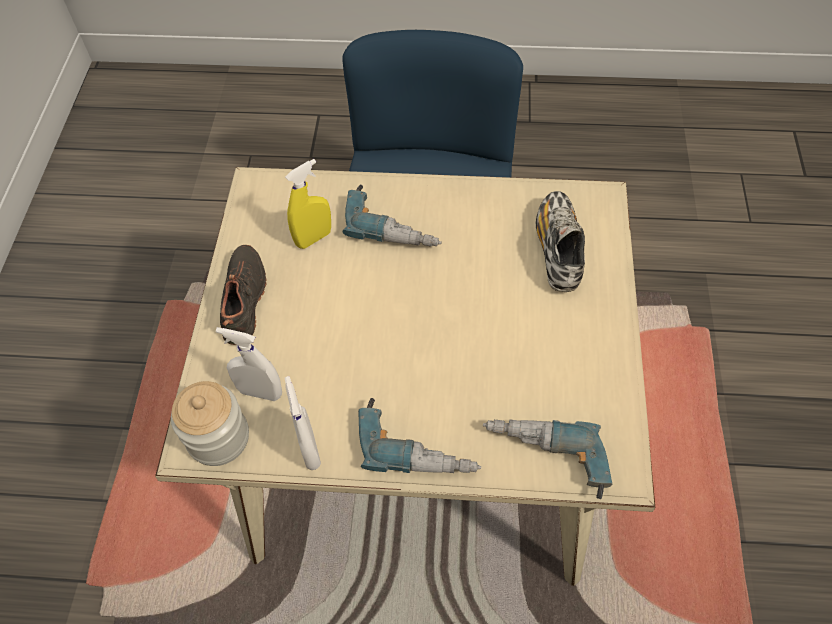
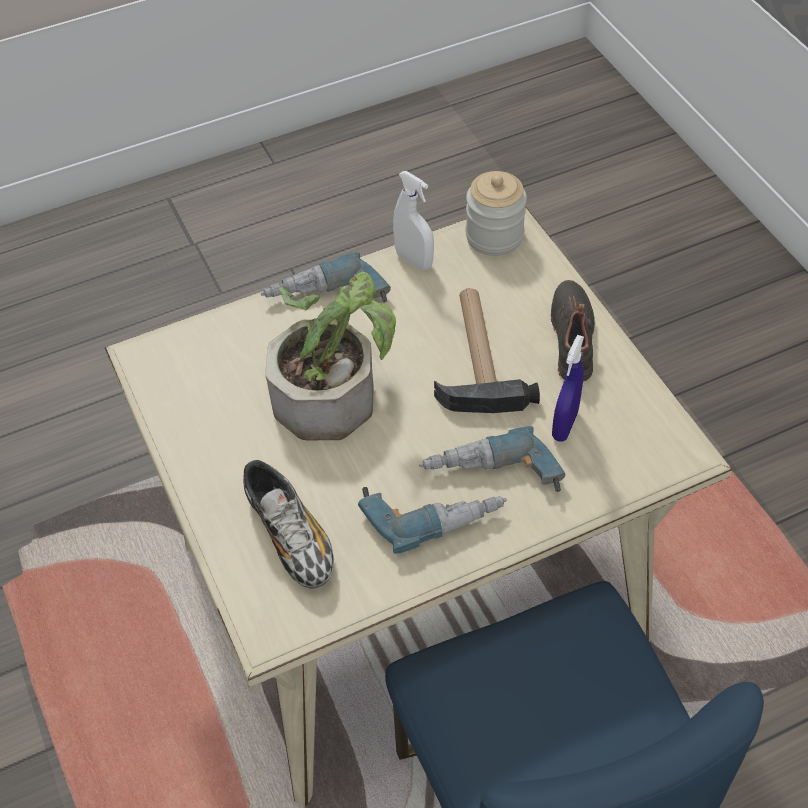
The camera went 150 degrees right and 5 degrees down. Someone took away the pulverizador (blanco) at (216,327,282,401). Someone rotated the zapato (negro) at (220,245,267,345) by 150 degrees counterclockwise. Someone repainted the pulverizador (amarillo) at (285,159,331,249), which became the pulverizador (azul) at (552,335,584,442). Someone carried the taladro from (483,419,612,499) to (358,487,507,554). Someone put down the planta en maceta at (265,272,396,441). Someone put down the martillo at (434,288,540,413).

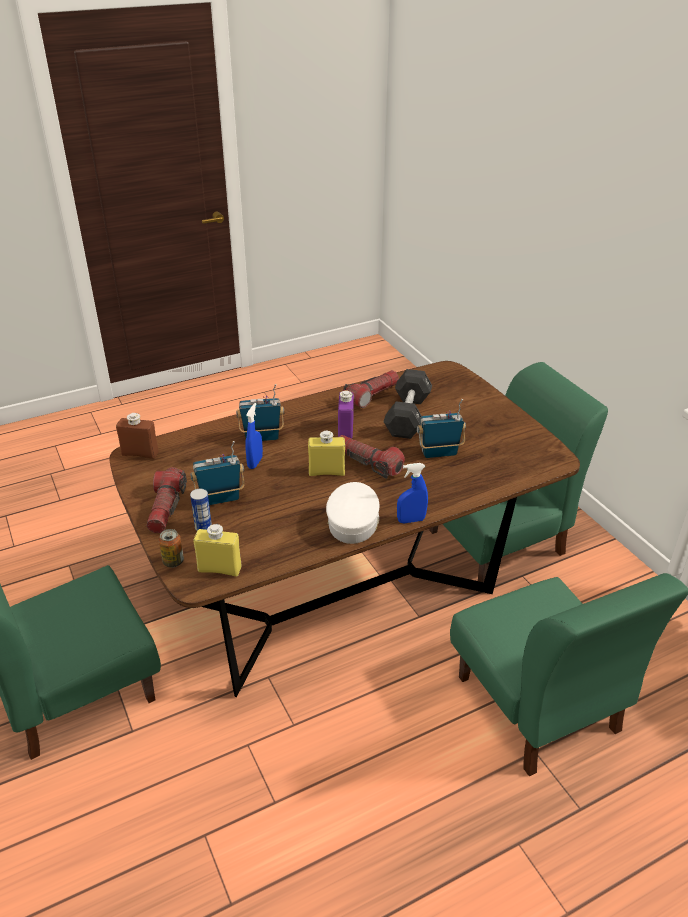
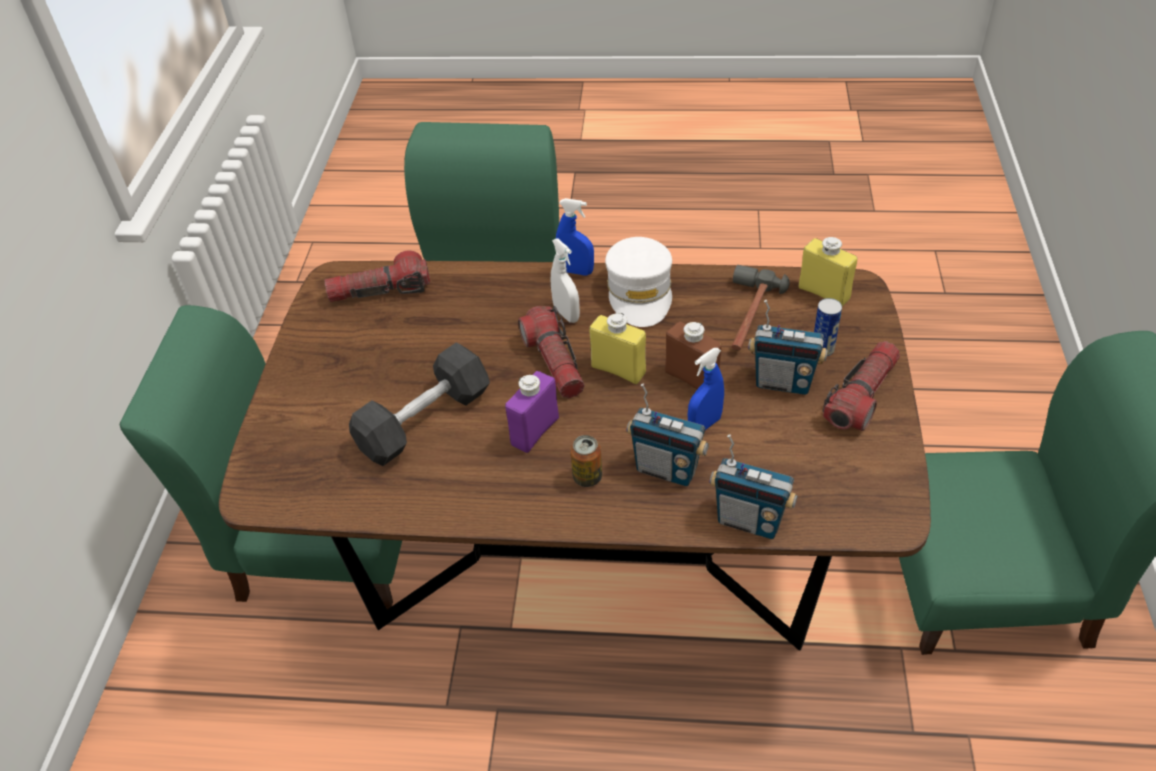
The camera went 145 degrees left and 10 degrees up. Someone carried the botella (marrón) from (116,413,159,459) to (665,321,721,389). Someone carried the lata from (159,529,184,568) to (570,435,602,487). Someone rotated the gorra (blanco) at (326,482,379,544) by 45 degrees counterclockwise. Someone carried the linterna from (343,370,399,408) to (324,250,430,302). Someone carried the radio from (417,399,466,458) to (709,434,797,539). Someone put down the pulverizador (blanco) at (551,238,580,323). Someone put down the martillo at (731,265,790,350).

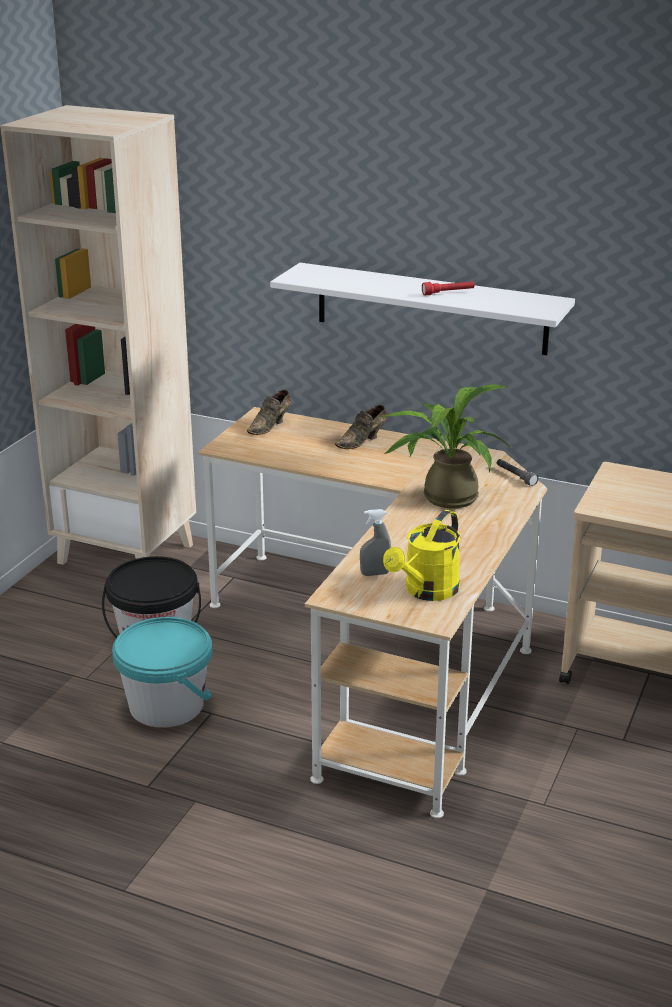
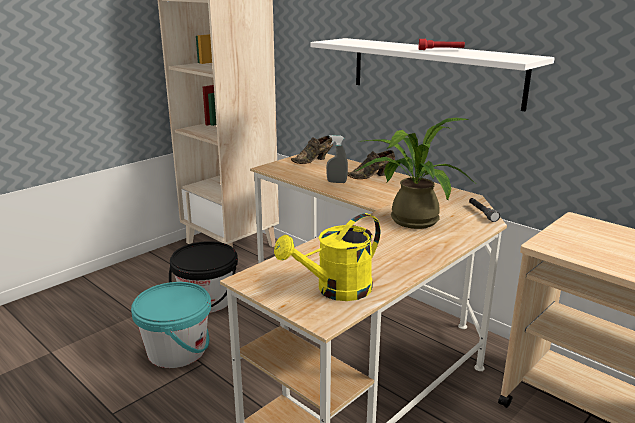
The camera went 20 degrees right and 5 degrees down. Someone carried the pulverizador (gris) from (360,509,391,576) to (326,135,348,183).

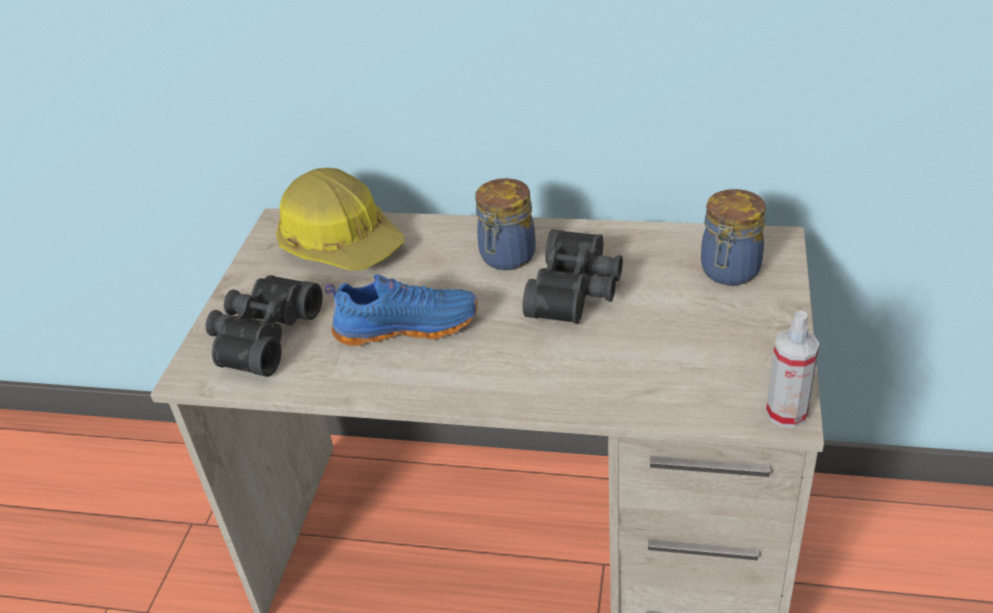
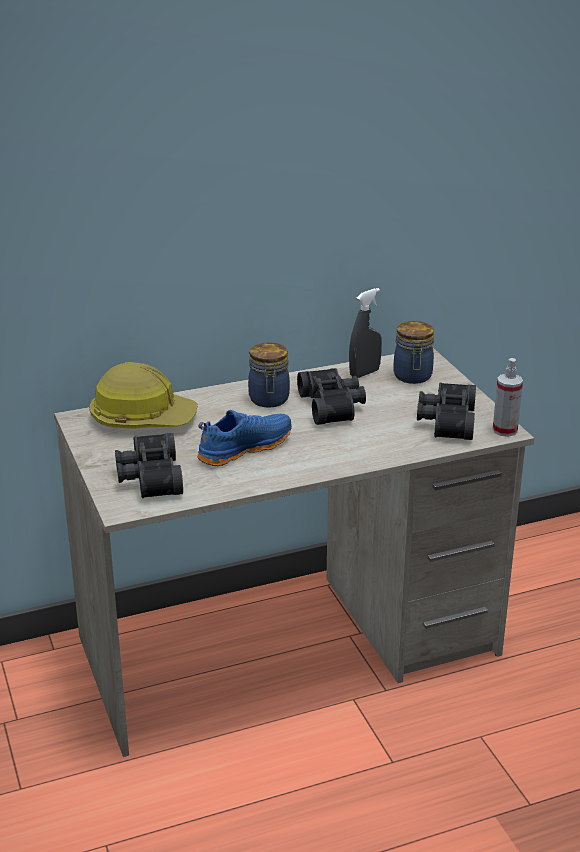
The camera went 35 degrees left and 10 degrees down. Someone put down the pulverizador (gris) at (349,288,382,378). Someone put down the prismáticos (negro) at (417,383,476,440).

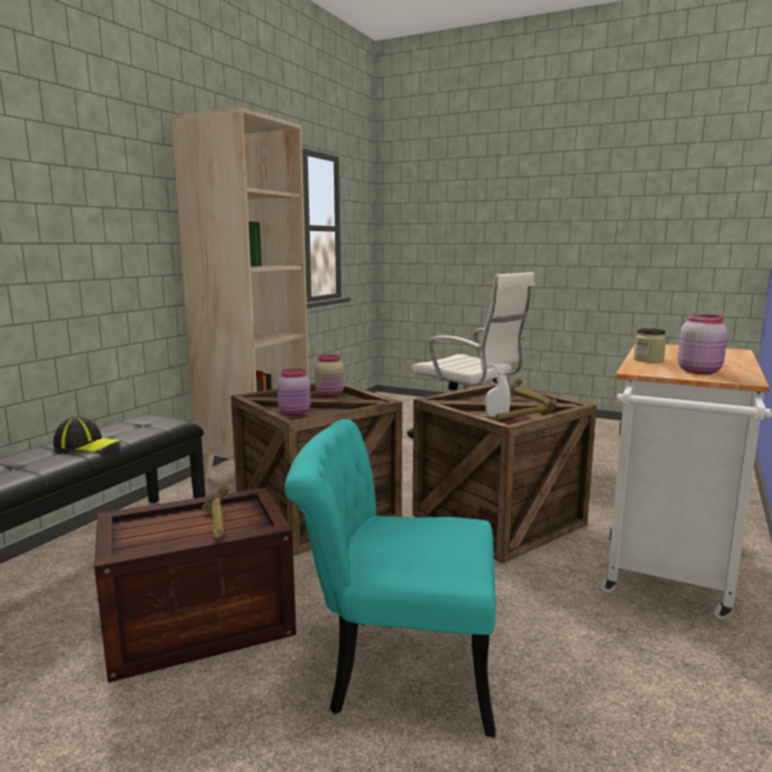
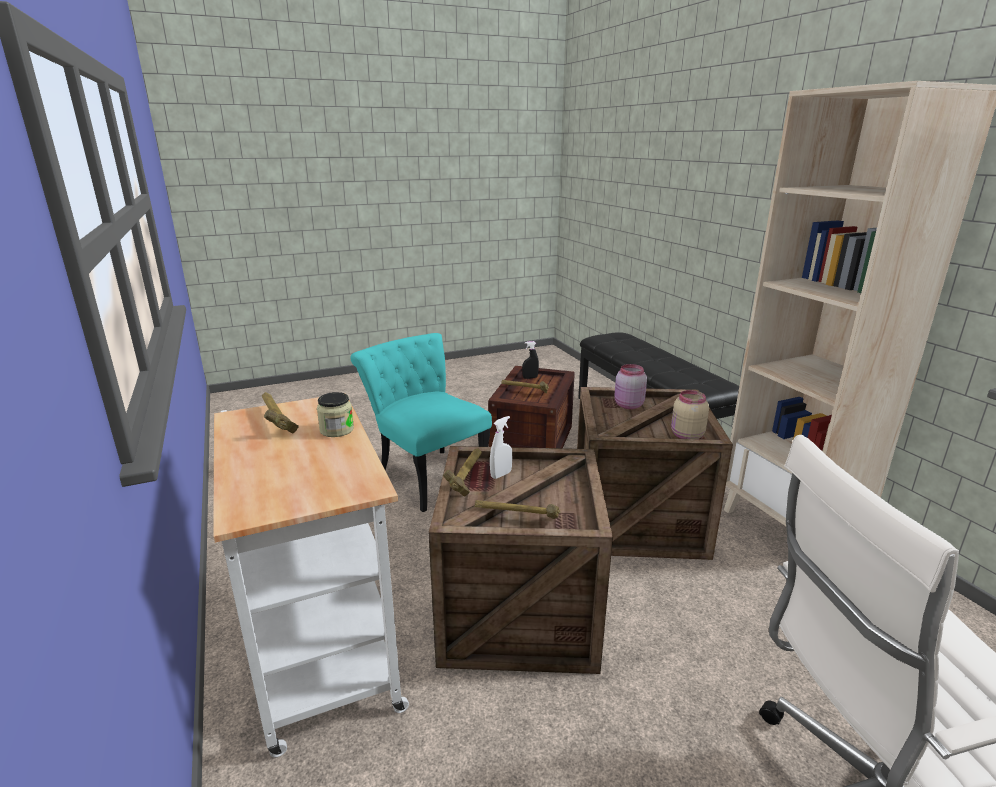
The camera went 130 degrees right and 10 degrees up. Someone took away the gorra at (53,416,121,452). Someone rotated the silla (turquesa) at (285,419,496,737) by 90 degrees counterclockwise. Someone swapped the tarro (rosa) at (678,314,728,374) for the martillo at (262,392,299,433). Someone put down the pulverizador (negro) at (522,341,539,379).

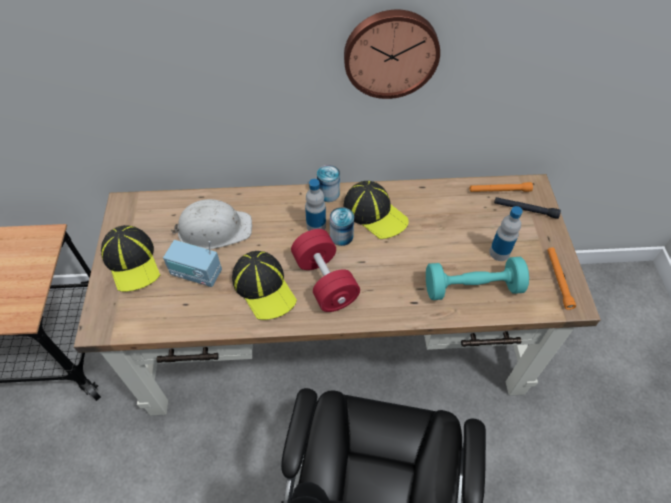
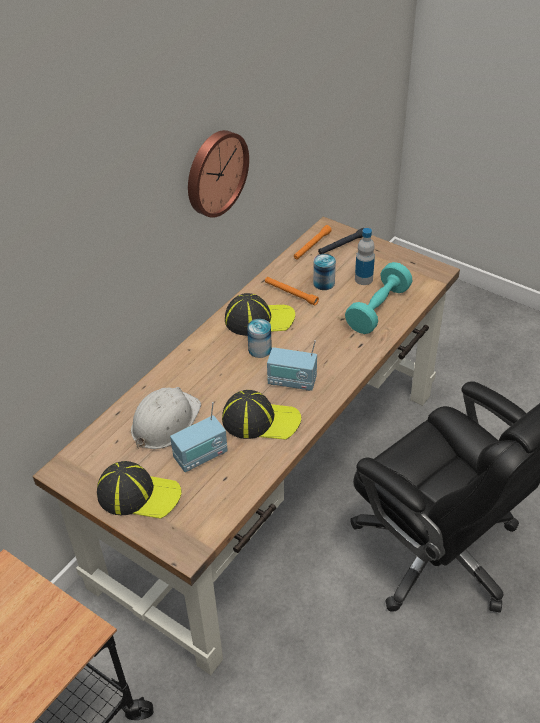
The camera went 50 degrees left and 10 degrees down. Someone swapped the mancuerna (rojo) at (291,229,360,312) for the radio at (267,340,317,391). Someone took away the botella at (305,179,326,231). Someone carried the lata from (317,165,340,202) to (313,254,336,290). Someone carried the linterna (naranja) from (547,247,576,310) to (265,277,319,306).

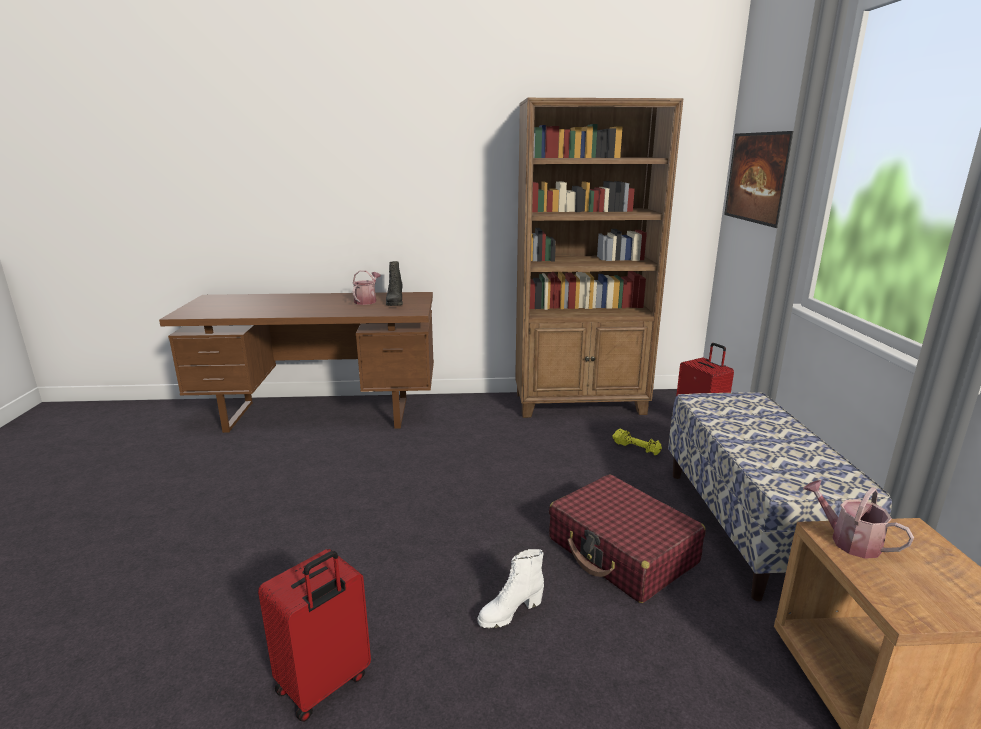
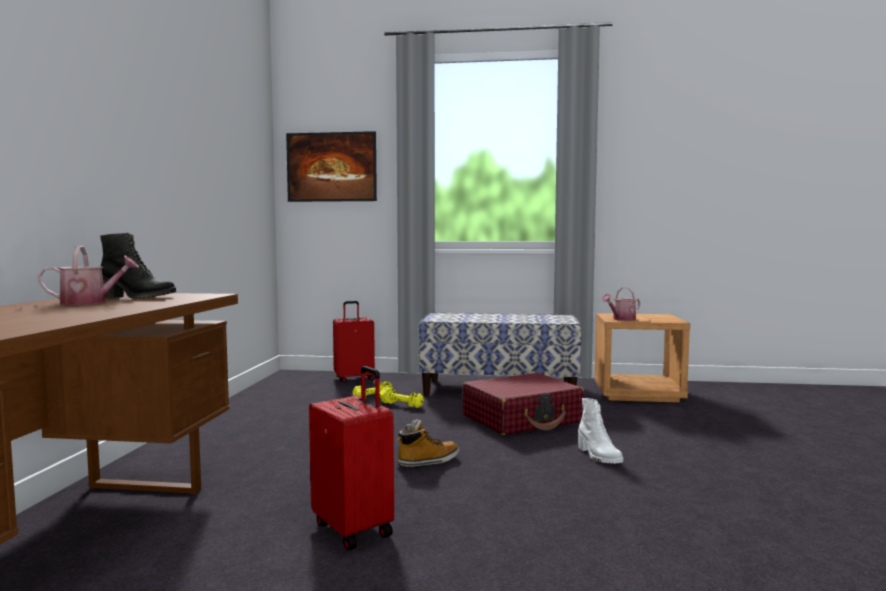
The camera went 80 degrees left and 15 degrees down. Someone carried the maleta (rojo) from (258,549,371,722) to (309,366,394,550). Someone rotated the regadera at (352,270,381,305) by 135 degrees clockwise. Someone took away the estantería (marrón) at (515,98,684,418). Someone put down the mancuerna (amarillo) at (380,387,424,408). Someone put down the bota at (397,420,459,468).

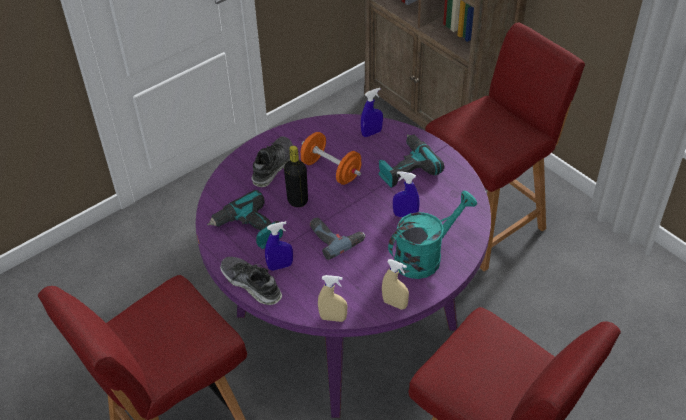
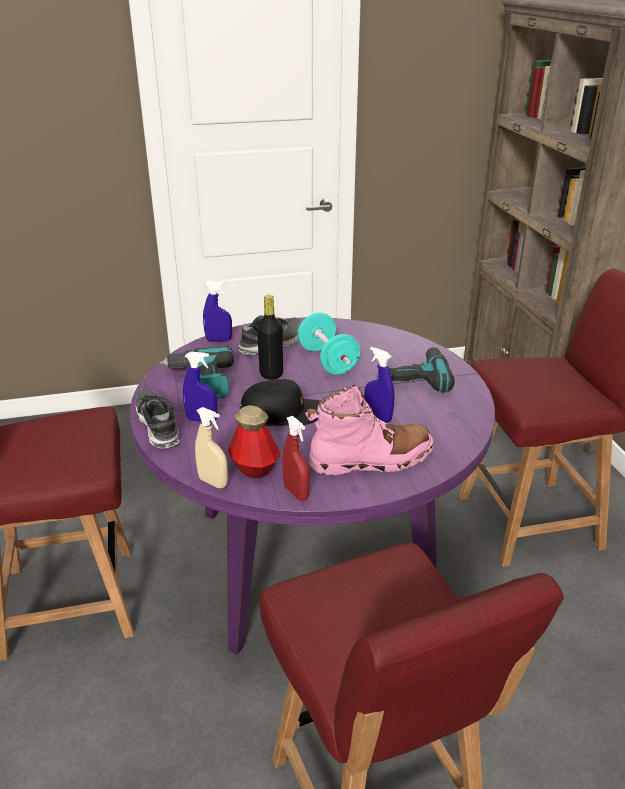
The camera went 25 degrees right and 15 degrees down. Someone repainted the mancuerna (naranja) at (301,132,362,185), which became the mancuerna (turquesa) at (298,312,360,375). Someone swapped the taladro at (310,218,365,260) for the gorra (negro) at (240,379,320,426). Someone carried the pulverizador (azul) from (361,88,383,137) to (203,280,232,341). Someone repainted the pulverizador (beis) at (382,259,409,310), which became the pulverizador (rojo) at (283,416,310,501). Someone swapped the regadera (turquesa) at (388,191,477,279) for the bota (rosa) at (305,384,434,476). Someone put down the botella at (228,406,281,478).

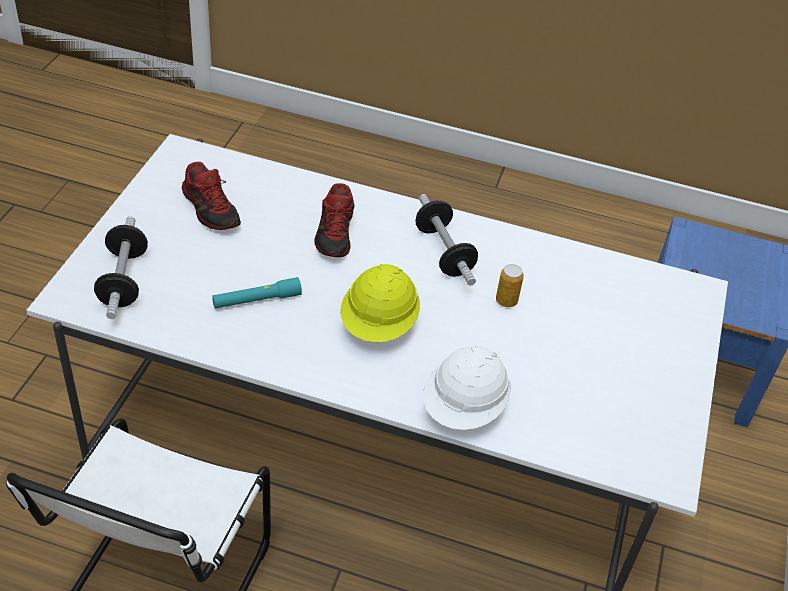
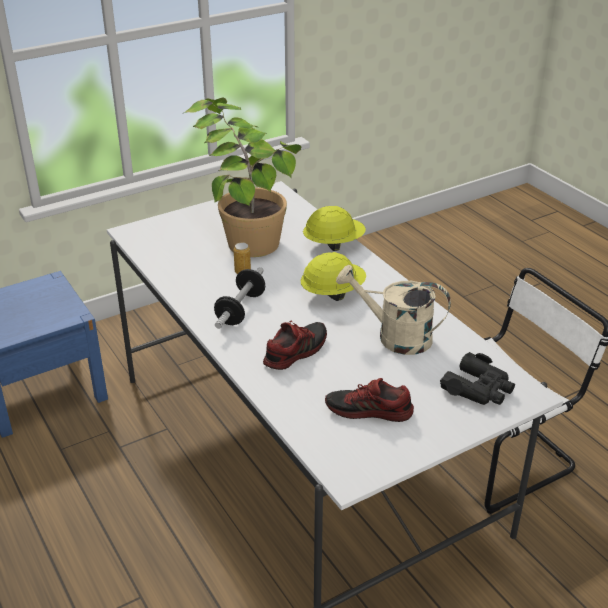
The camera went 135 degrees left and 10 degrees down. Someone swapped the mancuerna at (94,216,148,319) for the prismáticos (negro) at (440,352,515,405). Someone rotated the zapato at (182,162,241,230) by 90 degrees counterclockwise. Someone swapped the linterna (turquesa) at (212,277,302,309) for the regadera (beis) at (336,265,451,355). Someone repainted the casco (blanco) at (423,345,511,430), which became the casco (amarillo) at (303,206,366,251). Someone put down the planta en maceta at (184,98,301,257).

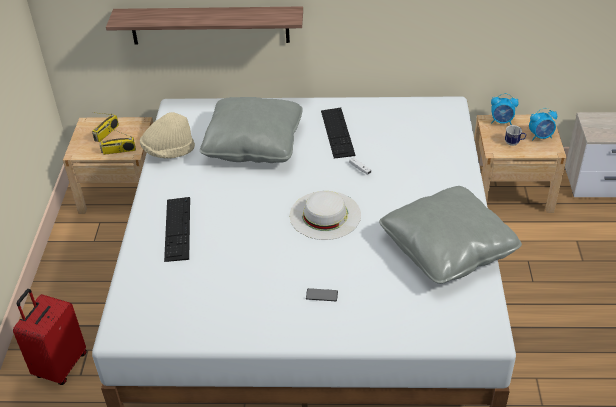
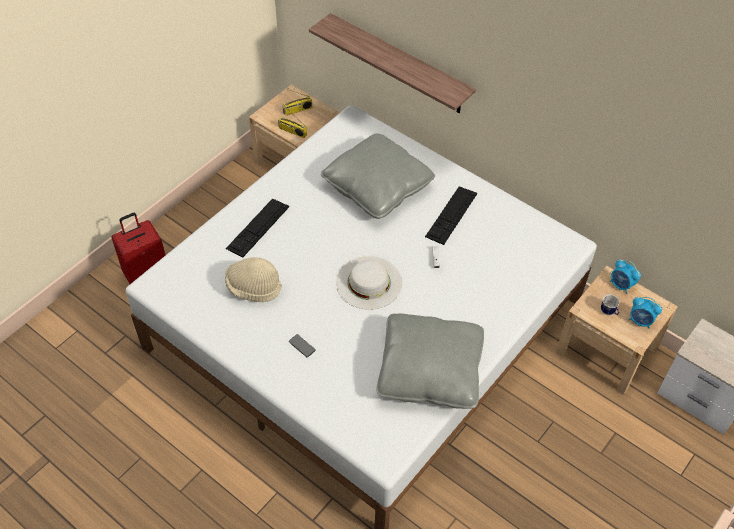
The camera went 35 degrees right and 10 degrees up. Someone carried the sombrero (beis) from (140,112,195,158) to (225,257,282,302).

